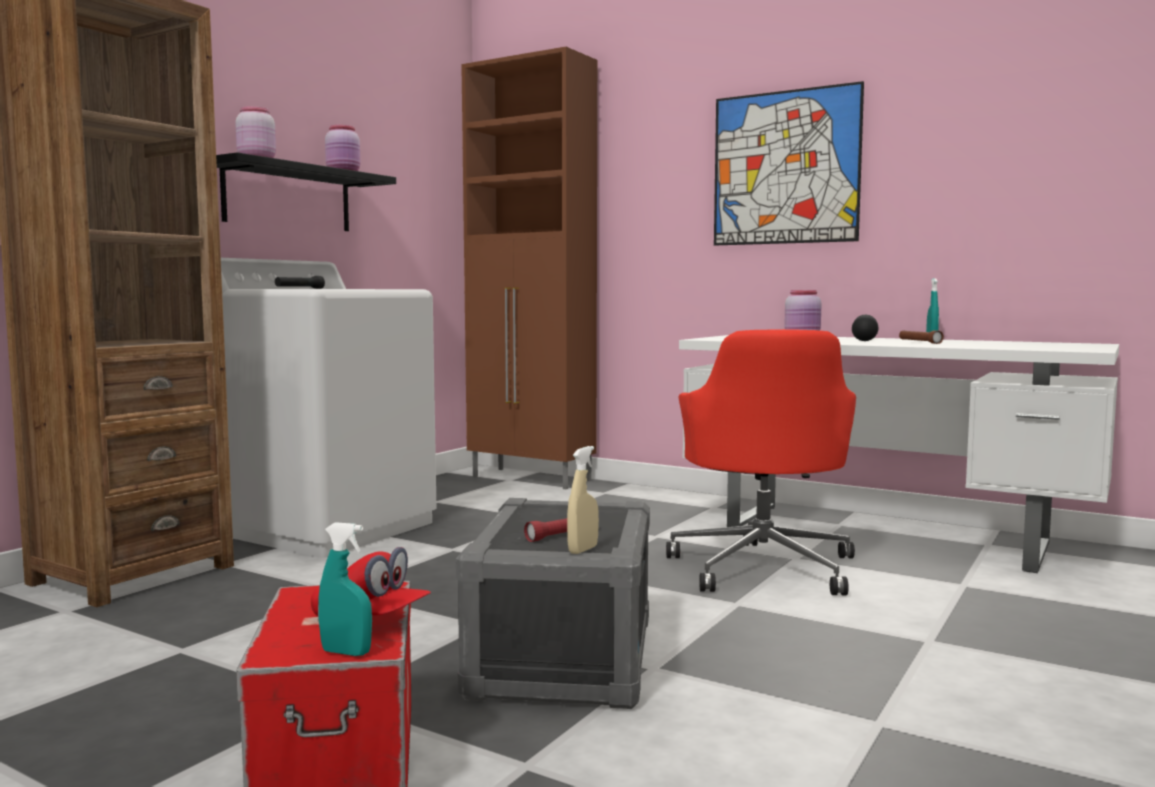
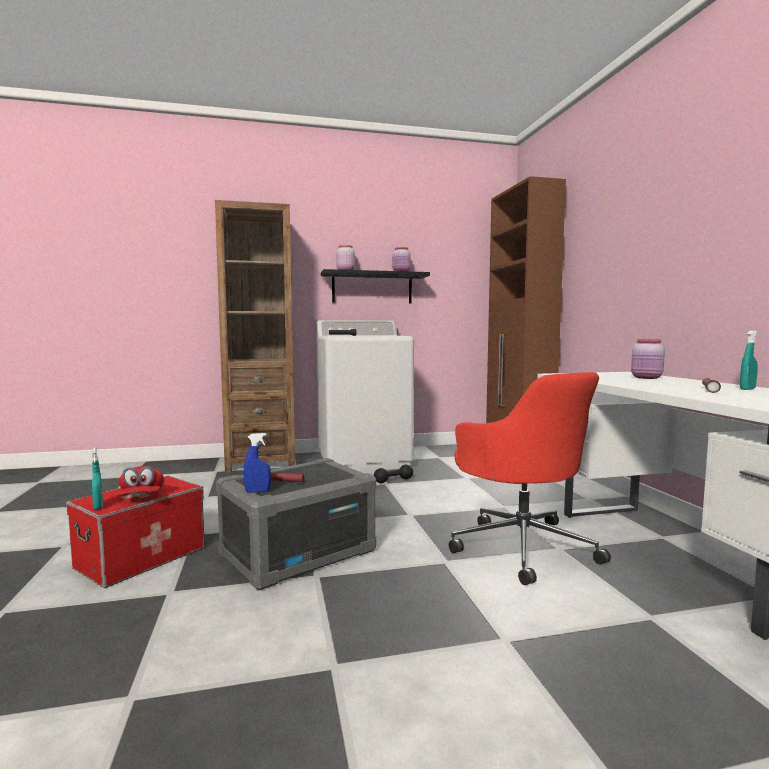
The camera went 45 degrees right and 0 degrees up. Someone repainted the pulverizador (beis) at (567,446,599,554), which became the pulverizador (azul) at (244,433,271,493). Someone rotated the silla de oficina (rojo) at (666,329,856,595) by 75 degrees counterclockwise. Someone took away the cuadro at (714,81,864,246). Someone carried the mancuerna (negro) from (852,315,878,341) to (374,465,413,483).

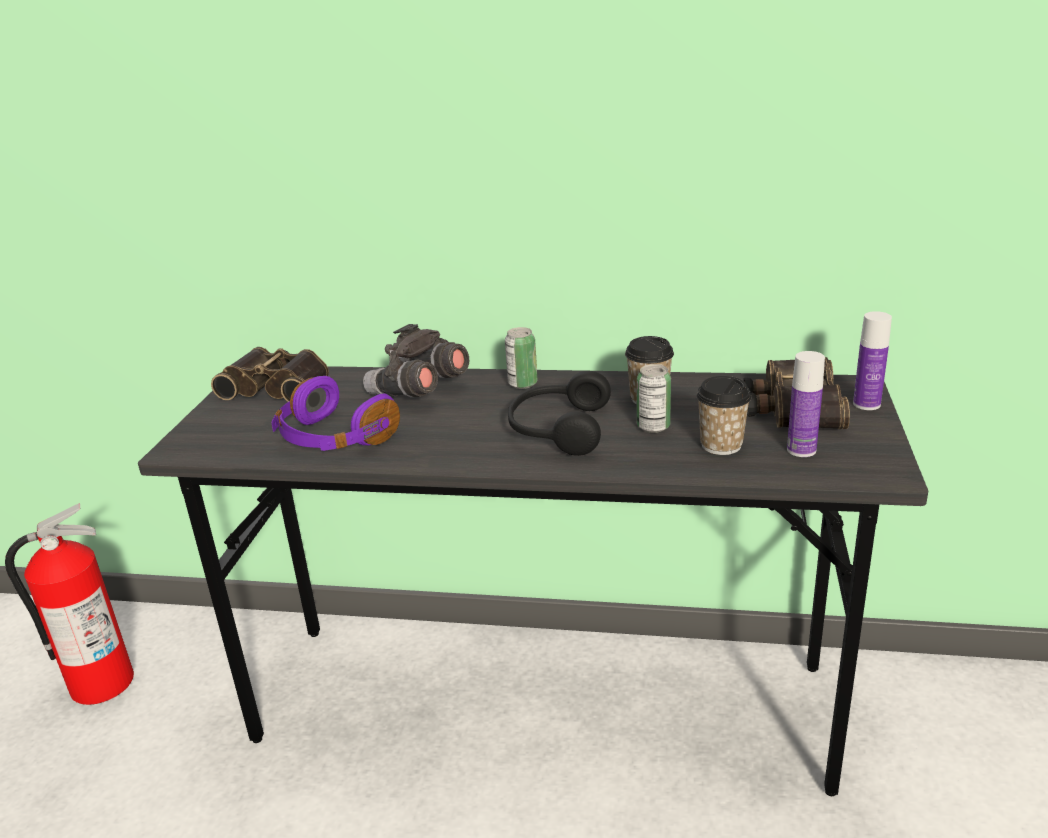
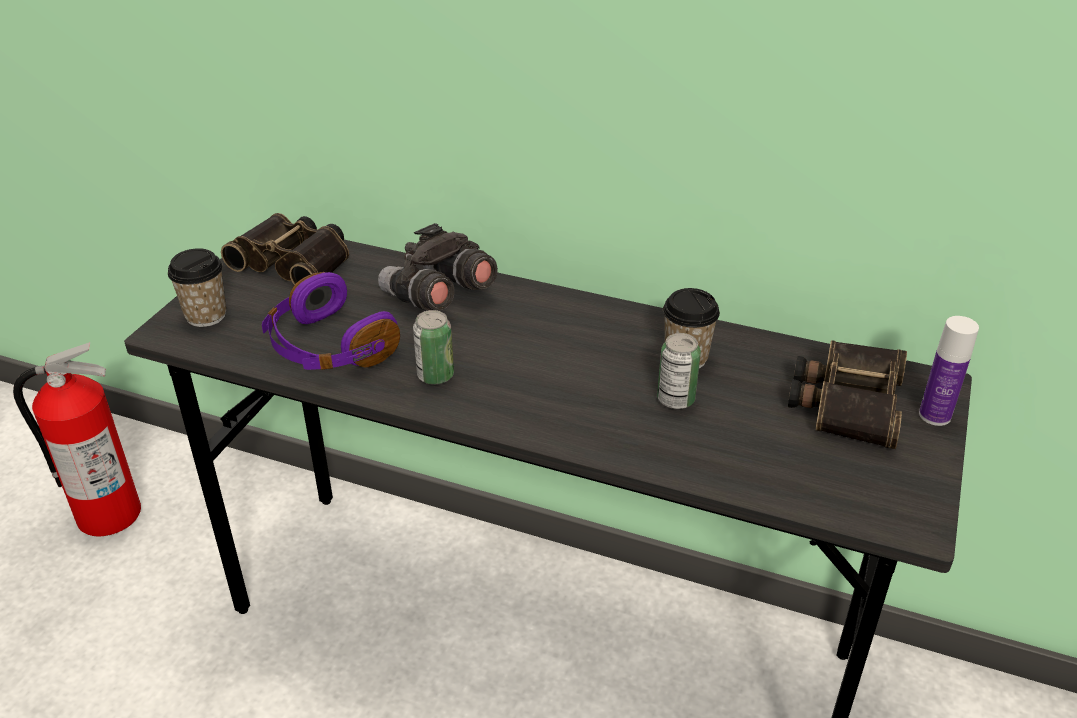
The camera went 10 degrees right and 10 degrees up. Someone carried the lata from (505,327,538,389) to (413,310,454,385). Someone took away the auriculares (negro) at (508,371,611,456). Someone carried the taza from (696,376,751,455) to (168,248,226,327). Someone took away the botella at (787,351,825,457).

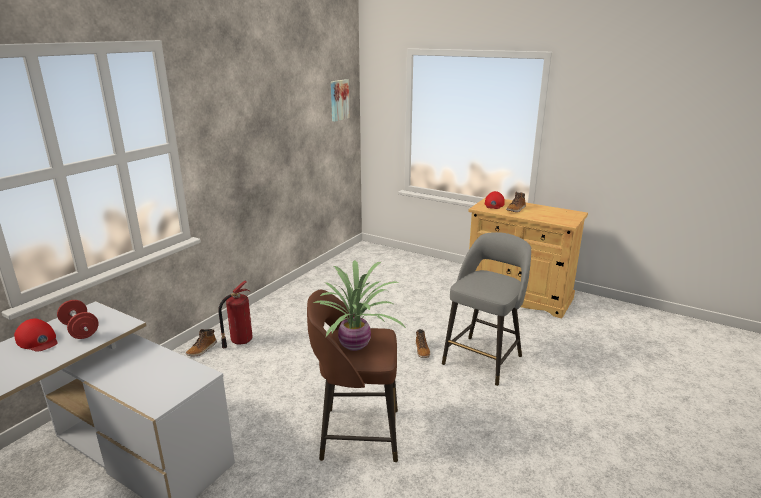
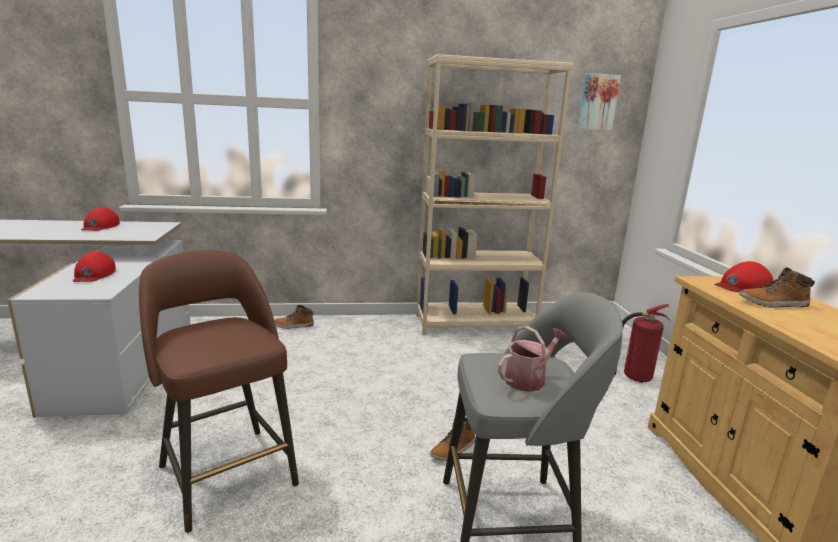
The camera went 50 degrees right and 5 degrees down. Someone took away the mancuerna (rojo) at (57,300,99,339). Someone carried the extintor from (218,281,253,348) to (615,304,670,383). Someone took away the planta en maceta at (313,260,406,351). Someone put down the gorra (rojo) at (73,252,116,282). Someone put down the estantería (beis) at (416,54,573,335). Someone put down the regadera at (498,326,568,392).

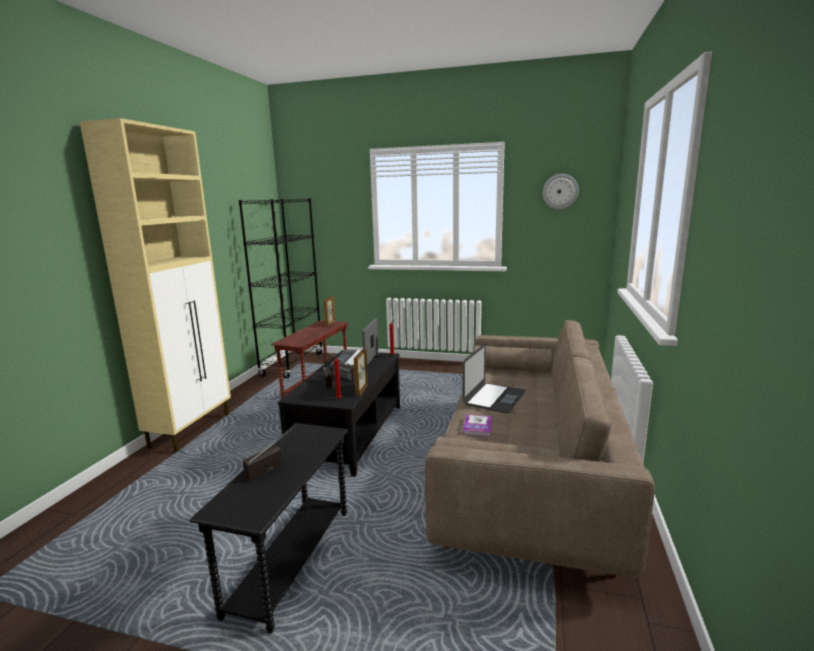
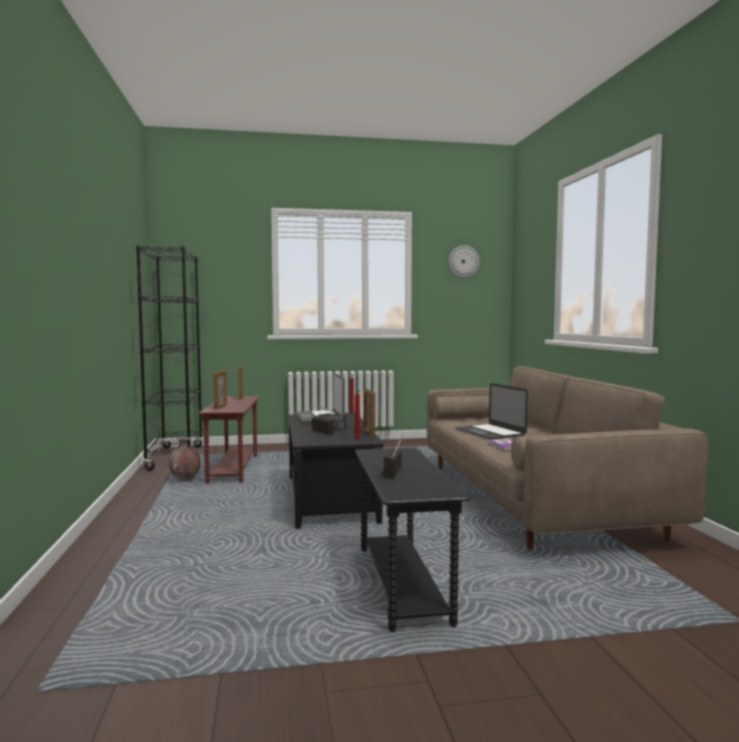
The camera went 25 degrees left and 10 degrees down. Someone took away the armario (beis) at (79,118,231,452). Someone rotated the portátil at (463,344,526,413) by 150 degrees clockwise. Someone put down the florero (marrón) at (169,437,201,481). Someone put down the portarretratos at (213,371,227,409).

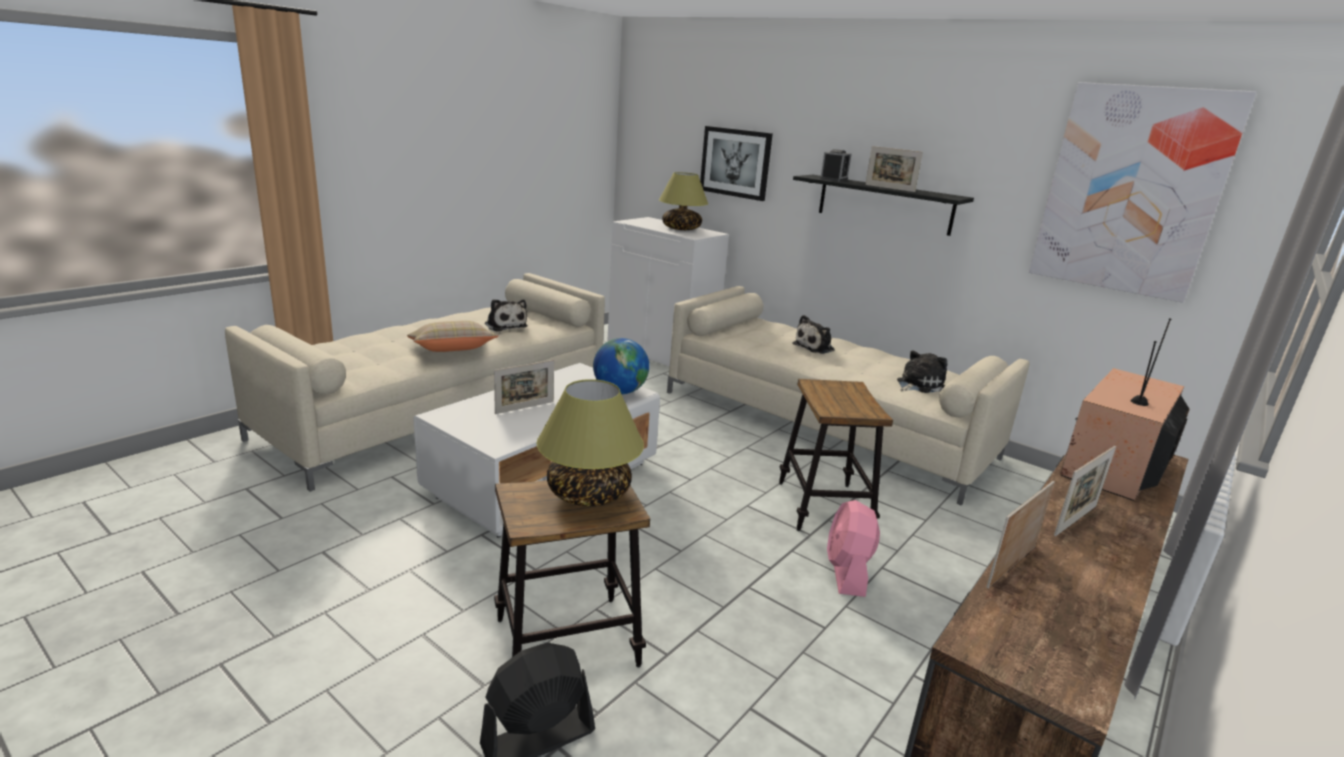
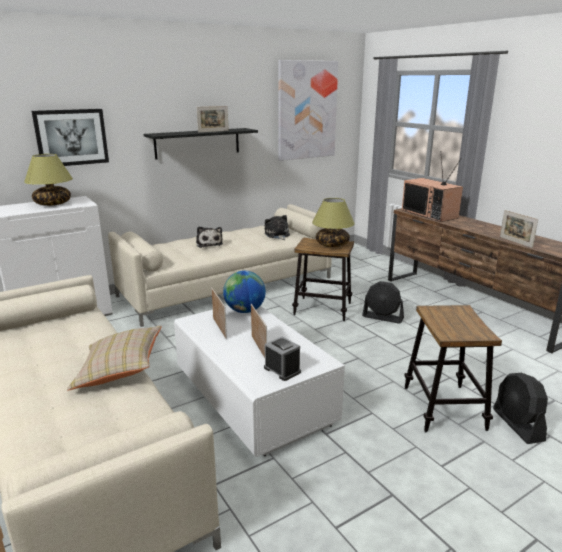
The camera went 70 degrees left and 0 degrees up. Someone took away the peluche at (485,299,528,332). Someone carried the lámpara de mesa from (537,379,644,506) to (312,198,355,247). Someone carried the despertador from (820,149,852,182) to (264,336,301,381). Someone repainted the ventilador (rosa) at (827,500,880,597), which became the ventilador (negro) at (362,281,404,324). Someone carried the portarretratos from (1054,446,1116,536) to (211,288,227,339).

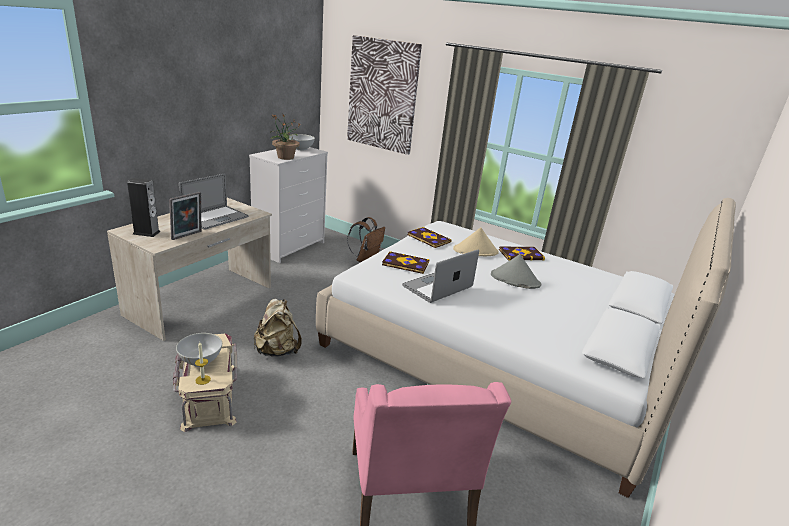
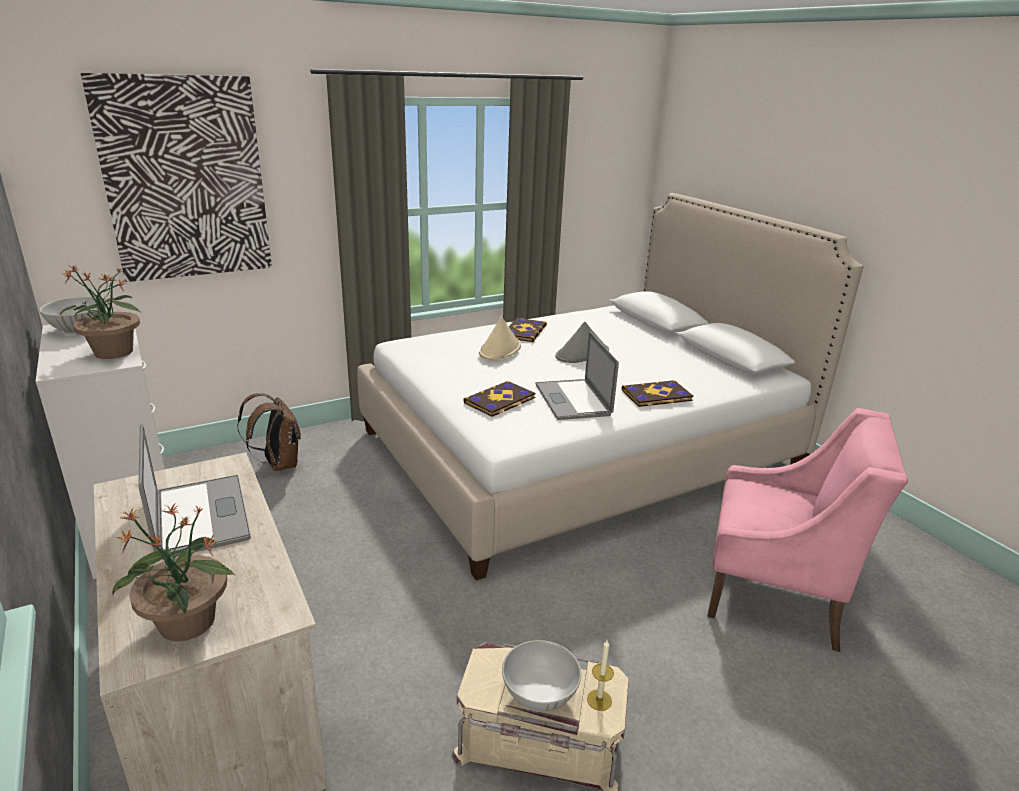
The camera went 60 degrees left and 0 degrees up. Someone swapped the altavoz at (127,178,161,237) for the planta en maceta at (112,504,235,641). Someone took away the portarretratos at (169,192,202,240). Someone took away the mochila (beis) at (254,299,302,357). Someone carried the libro from (407,227,451,248) to (622,380,694,407).

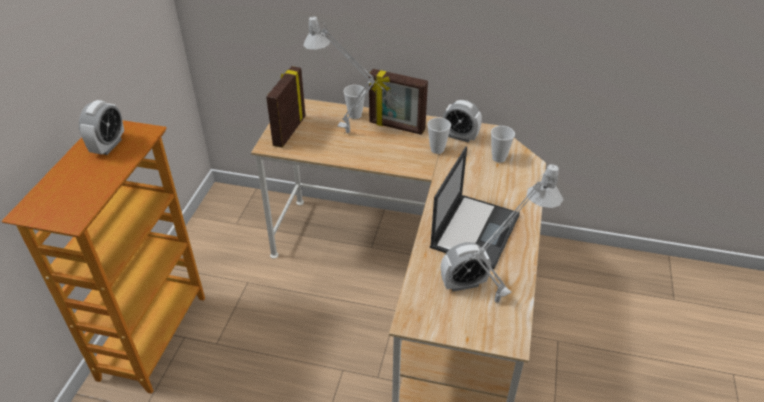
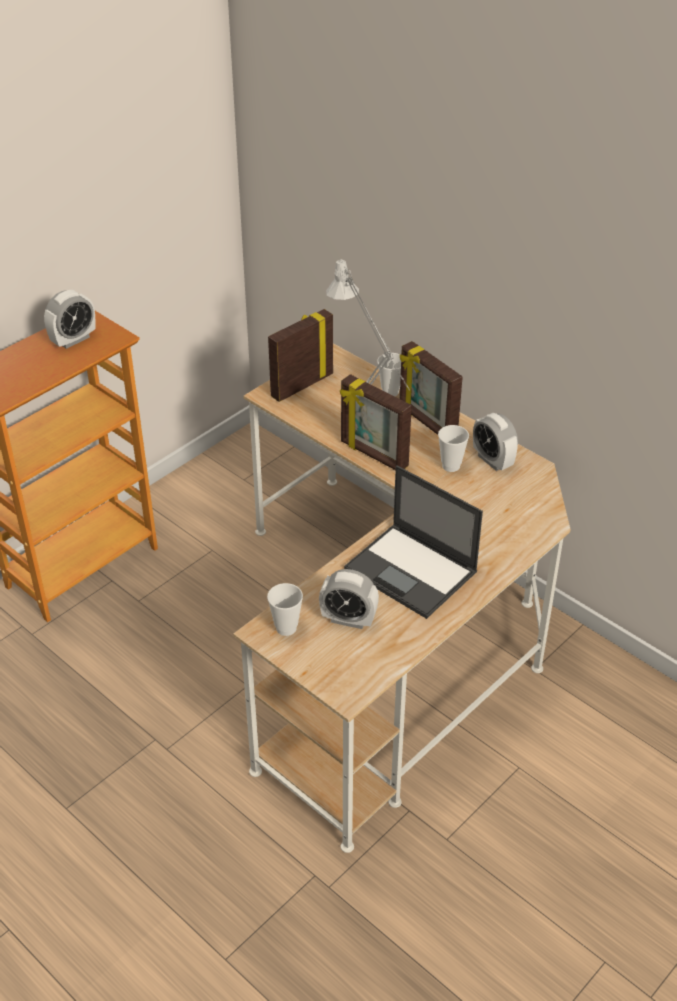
The camera went 30 degrees right and 0 degrees up. Someone rotated the portátil at (430,147,520,269) by 75 degrees clockwise. Someone took away the lámpara de mesa (gris) at (445,164,564,303). Someone carried the taza from (491,126,515,163) to (267,583,303,636). Someone put down the portarretratos at (340,374,412,470).

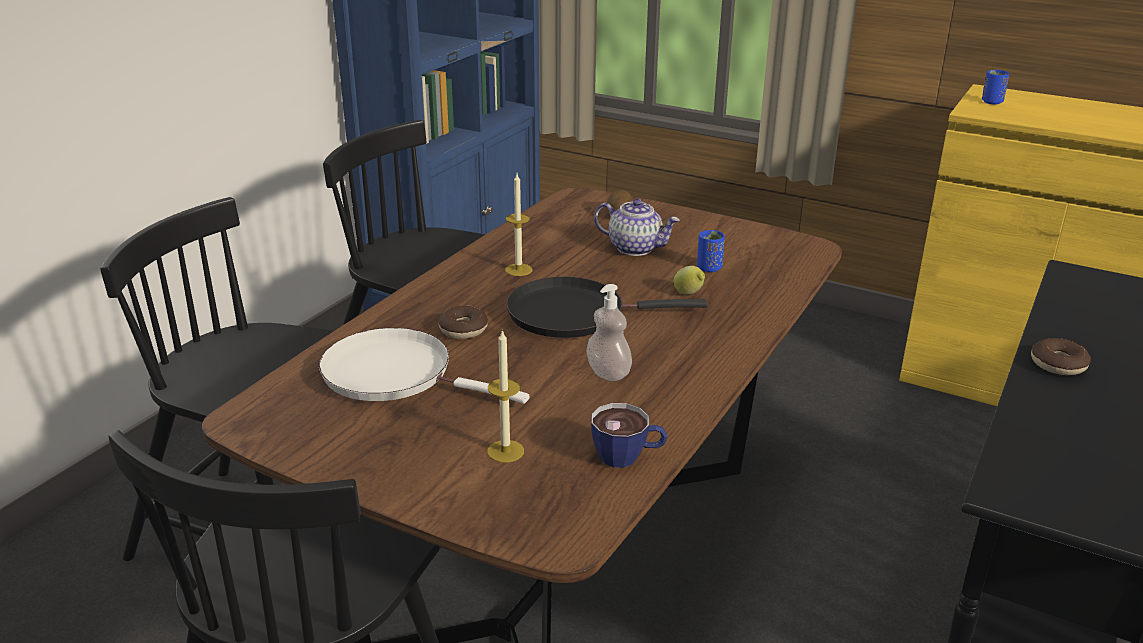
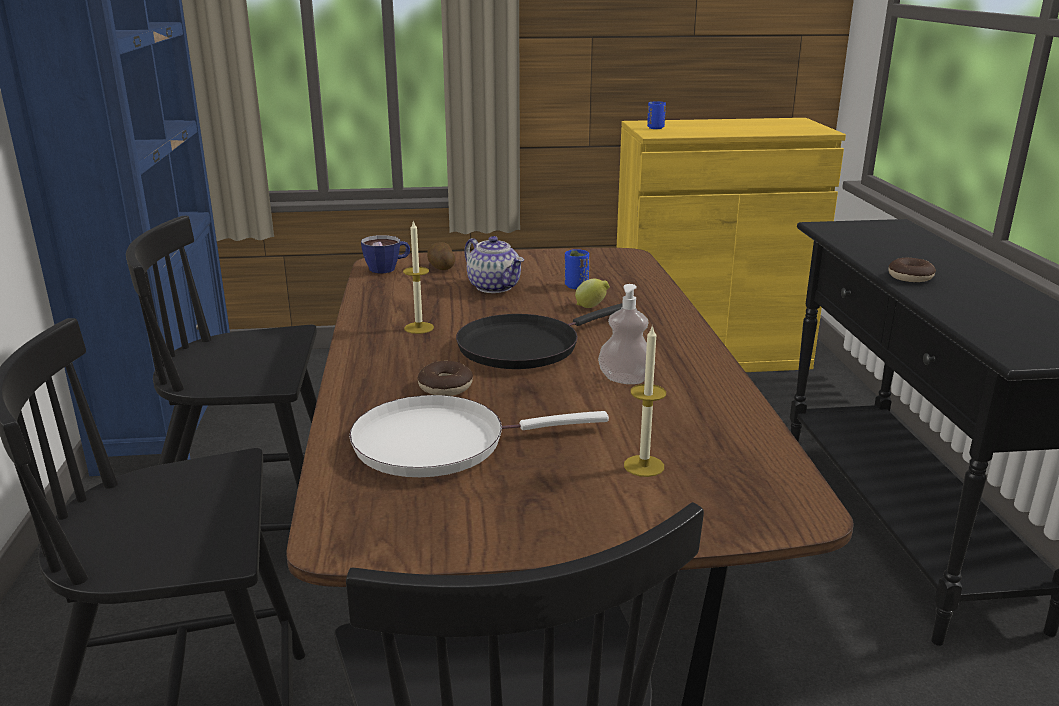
The camera went 35 degrees left and 5 degrees down. Someone carried the taza from (591,403,668,468) to (361,235,410,273). Someone rotated the tetera at (594,199,680,256) by 60 degrees clockwise.

